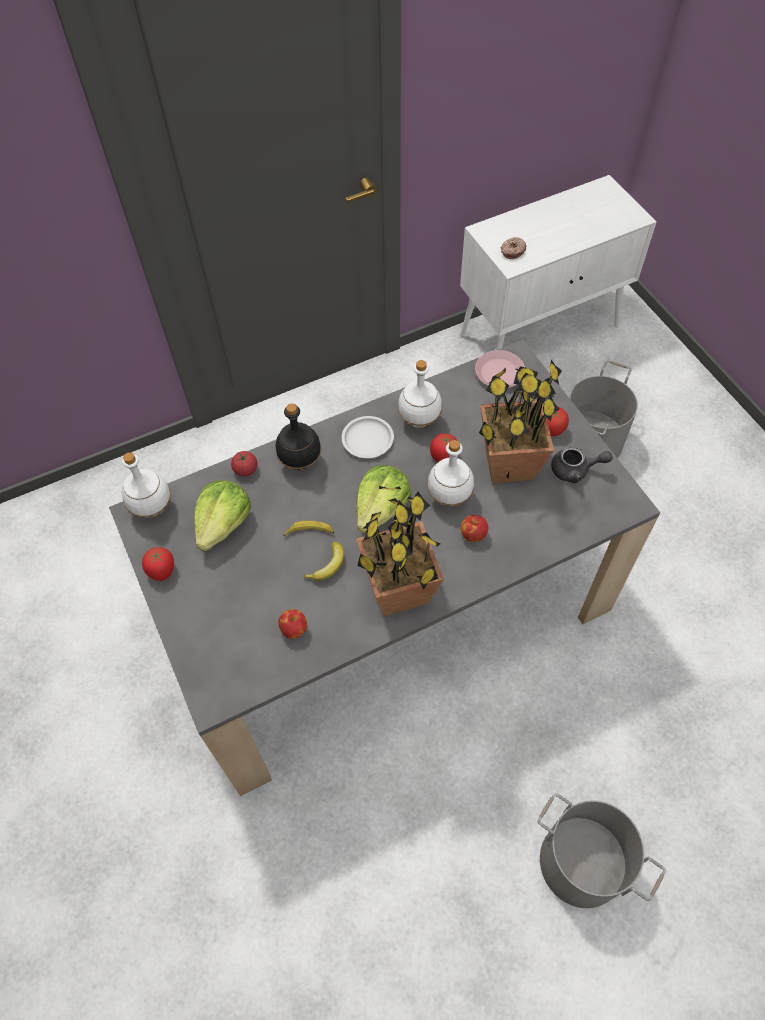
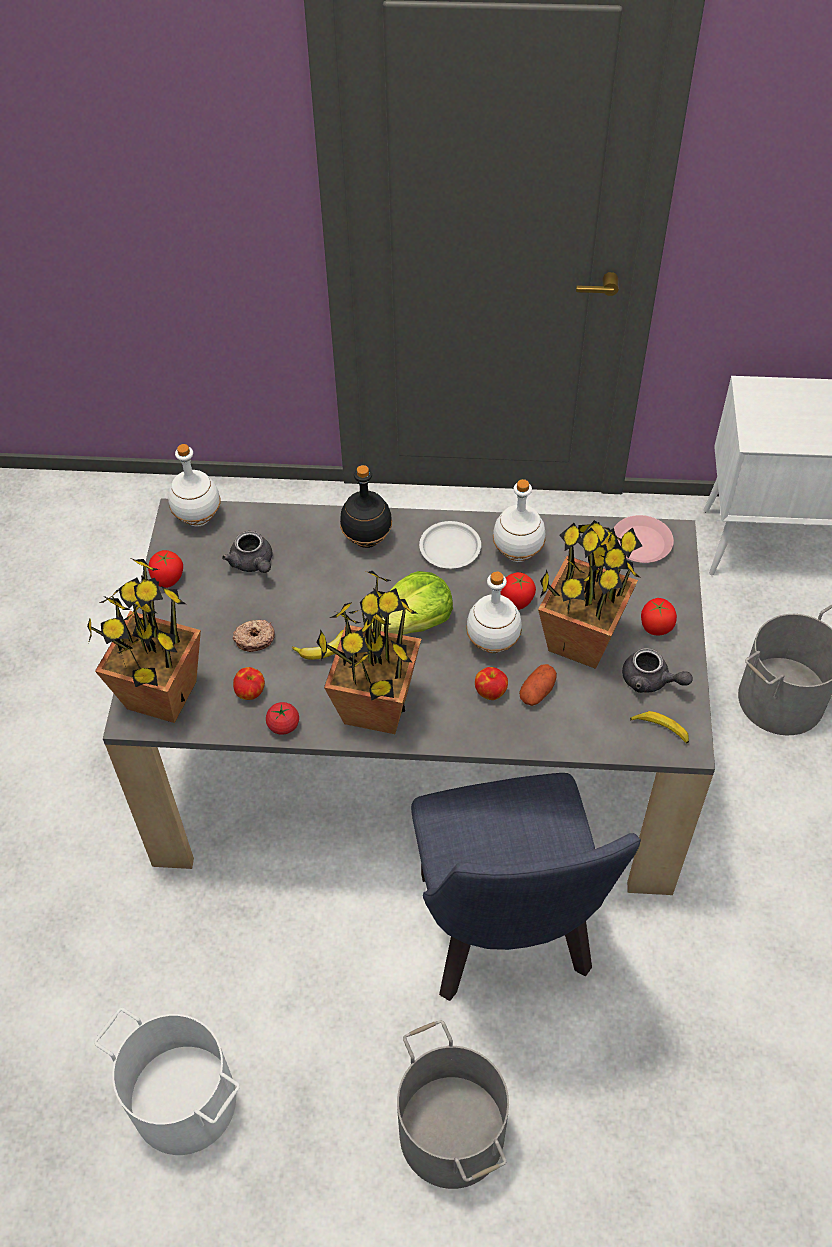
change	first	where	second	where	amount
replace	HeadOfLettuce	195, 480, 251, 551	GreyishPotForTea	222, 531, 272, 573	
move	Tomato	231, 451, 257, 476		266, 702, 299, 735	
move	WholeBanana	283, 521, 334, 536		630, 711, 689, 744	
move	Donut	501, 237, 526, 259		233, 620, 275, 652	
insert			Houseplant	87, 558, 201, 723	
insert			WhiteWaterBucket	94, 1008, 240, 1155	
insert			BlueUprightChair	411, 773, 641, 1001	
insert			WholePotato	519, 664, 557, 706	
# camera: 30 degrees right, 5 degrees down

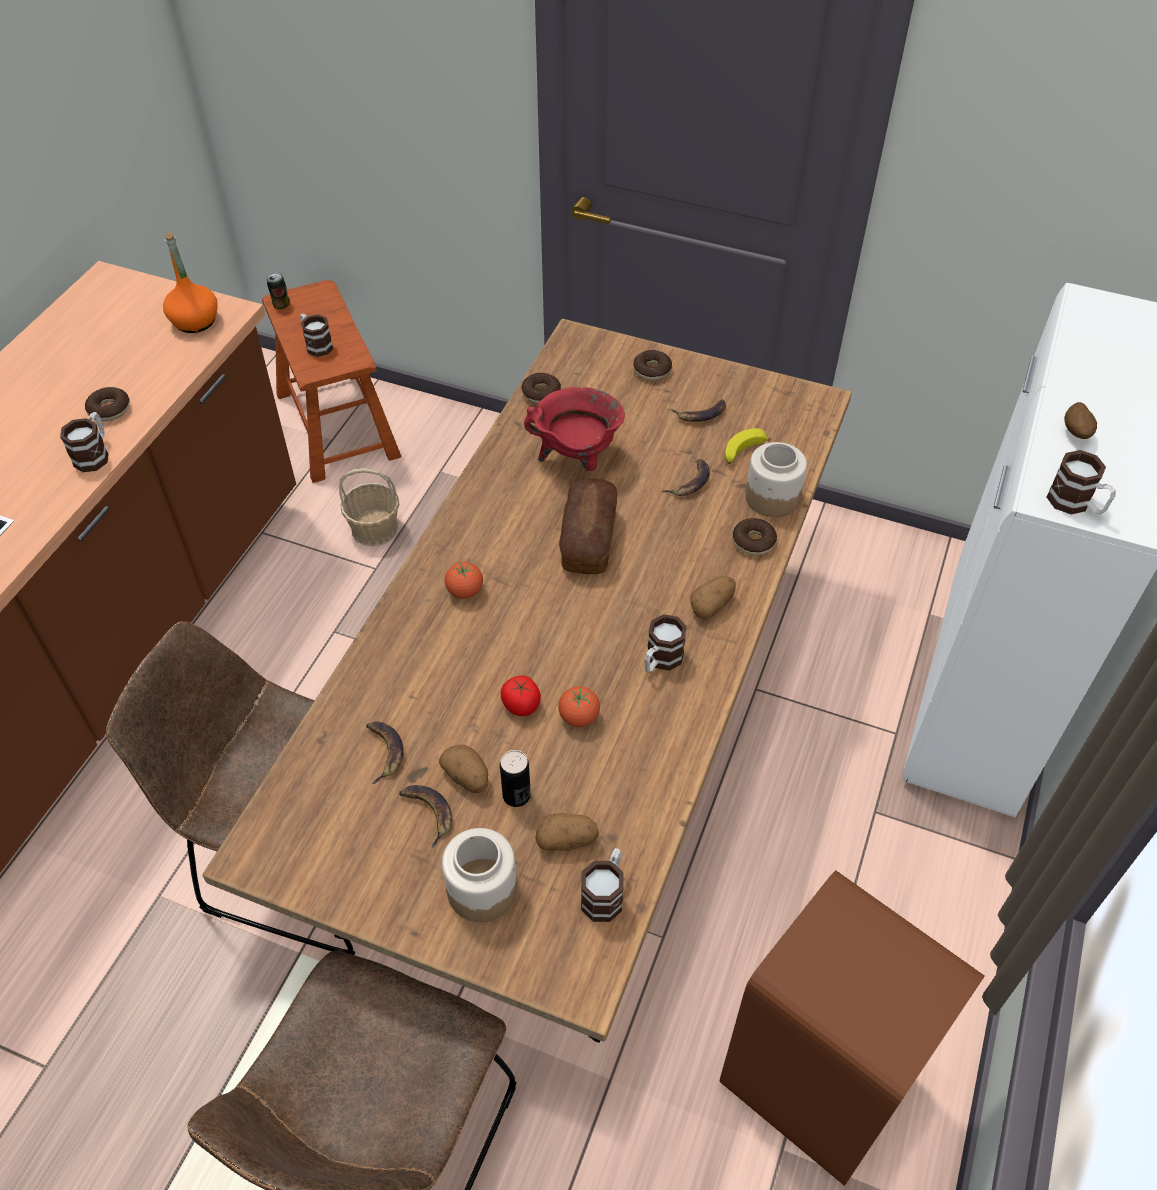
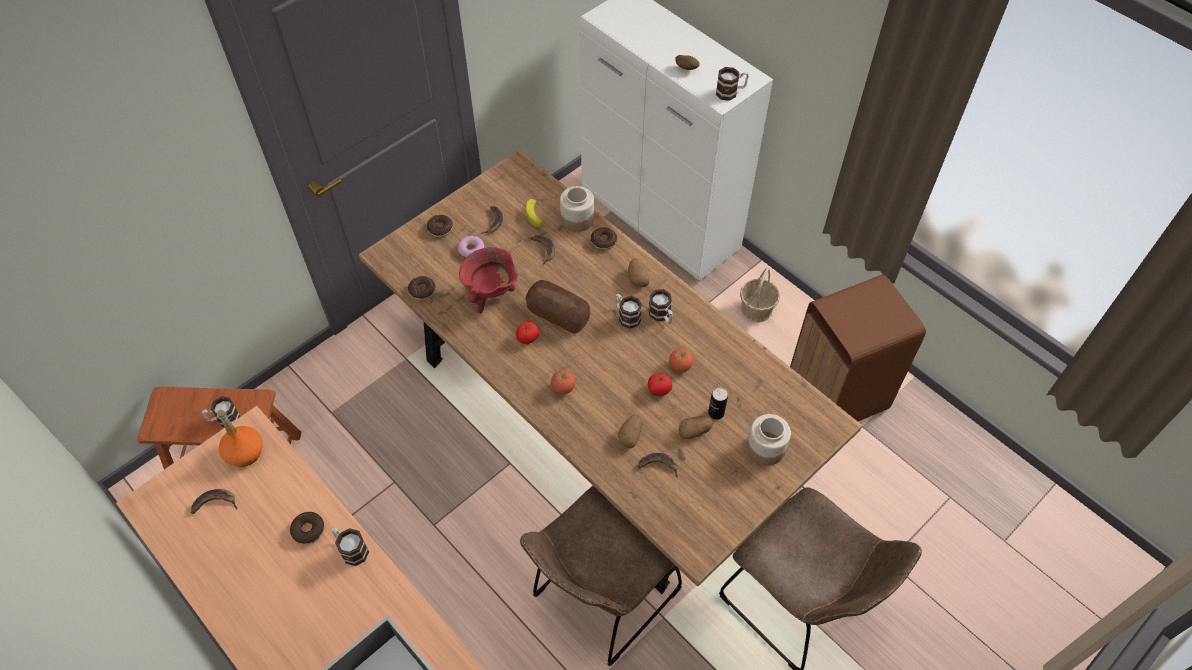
change	first	where	second	where	amount
delete	Can	267, 272, 290, 309			
move	HouseholdBasket	339, 468, 399, 546		740, 268, 780, 322	
move	WholeBanana	399, 785, 452, 848		191, 489, 238, 514	
move	WholePotato	536, 813, 599, 851		618, 415, 642, 448	
move	CoffeeMug	581, 848, 624, 922		615, 294, 642, 329	
insert			Donut	458, 236, 484, 258	
insert			Tomato	516, 321, 539, 344	
# camera: 65 degrees left, 5 degrees up

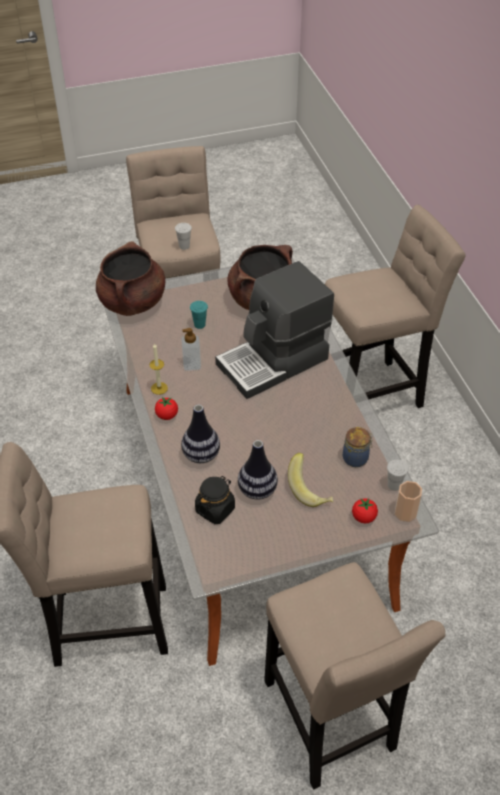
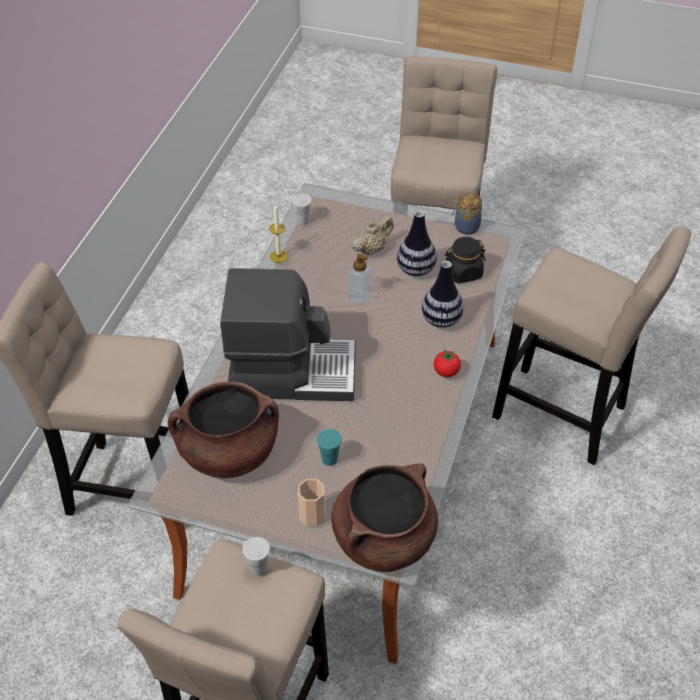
change	first	where	second	where	amount
move	WaxLight	150, 343, 168, 395		269, 204, 288, 263	
move	SoapDispenser	181, 328, 201, 371		347, 254, 372, 305	
replace	WholeBanana	288, 453, 333, 507	SandColouredPotForTea	352, 216, 394, 255	
move	PreserveJar	343, 427, 373, 467		452, 193, 482, 235	
delete	Tomato	352, 498, 378, 523			
move	DrinkingCup	395, 481, 422, 522		298, 479, 326, 527	
# camera: 145 degrees left, 0 degrees up

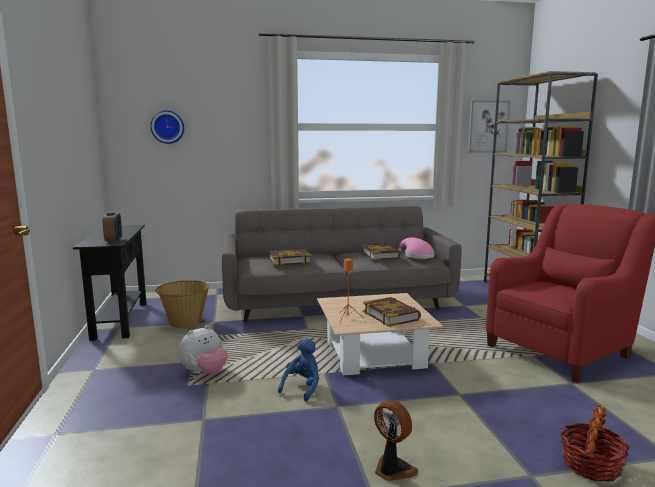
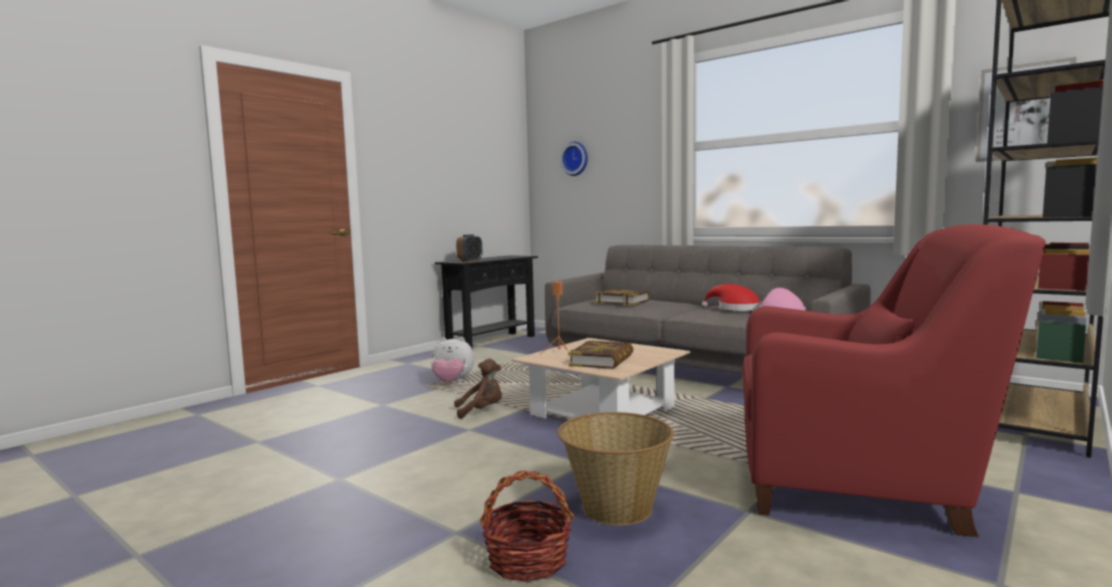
change	first	where	second	where	amount
move	HouseholdBasket	155, 280, 209, 328		557, 412, 674, 526	
recolor	BlueCuddlyToy	278, 338, 319, 401	BrownColouredCuddlyToy	454, 359, 502, 419	
replace	Volume	362, 244, 401, 260	ReddishClothingHat	702, 284, 761, 311	
delete	CoolingFan	374, 399, 418, 481			
# camera: 50 degrees right, 5 degrees down

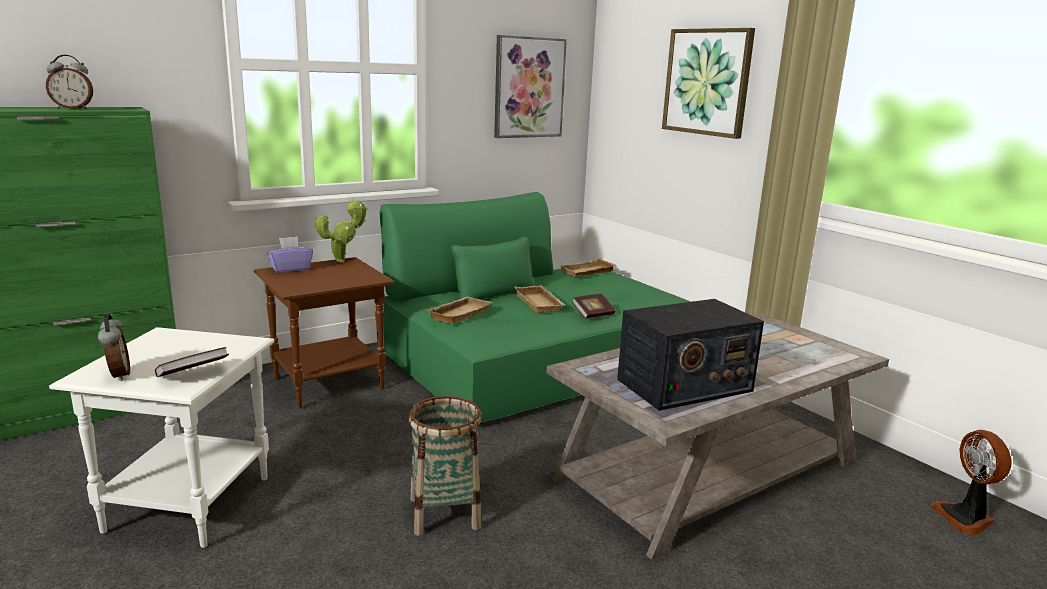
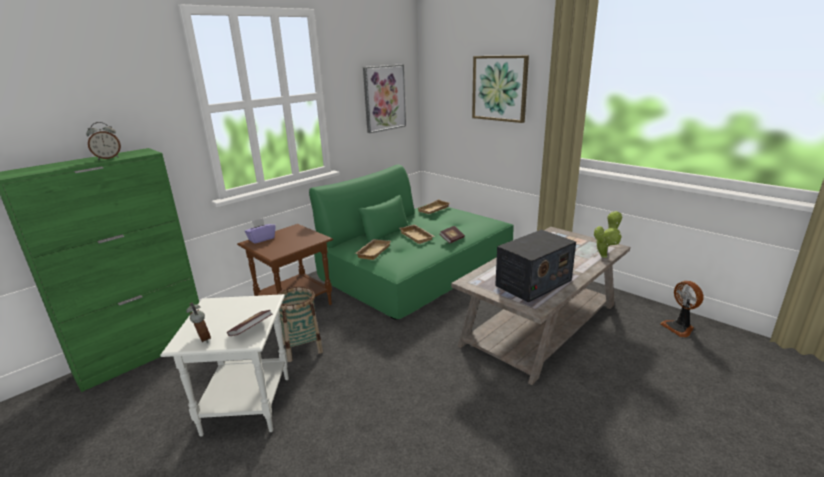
change	first	where	second	where	amount
move	Houseplant	315, 199, 367, 262		594, 211, 623, 258	
move	HouseholdBasket	408, 396, 482, 536		277, 286, 323, 362	
# camera: 10 degrees left, 5 degrees up

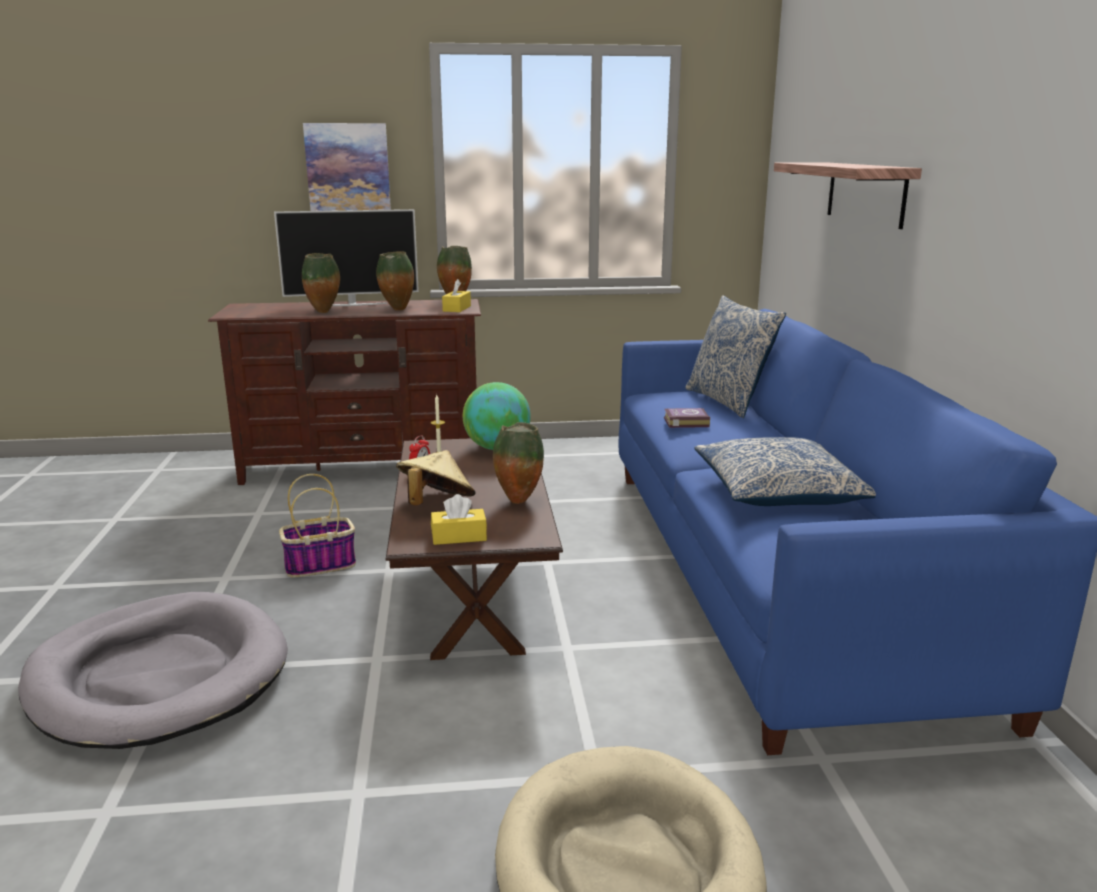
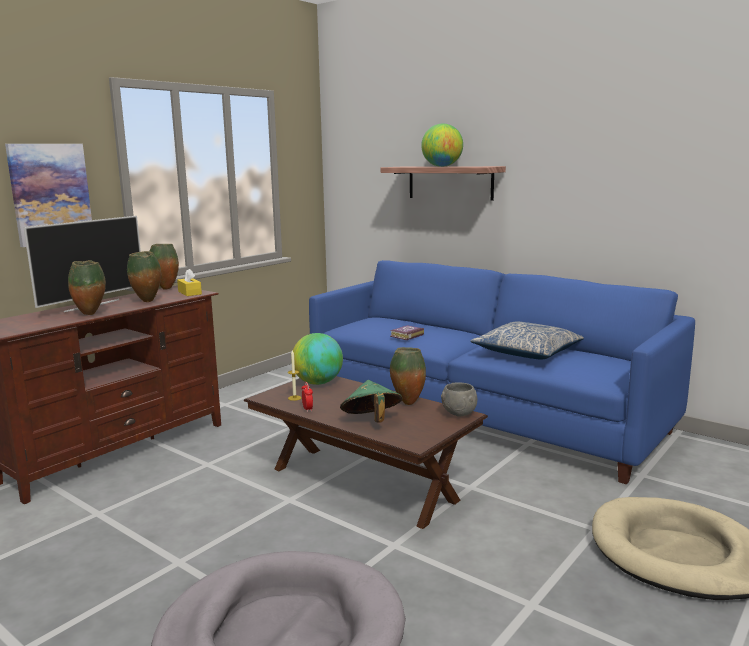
change	first	where	second	where	amount
delete	HouseholdBasket	279, 474, 356, 578			
recolor	SandColouredClothingHat	396, 450, 476, 506	GreenClothingHat	340, 380, 402, 423	
delete	YellowishBoxOfTissues	431, 494, 487, 545			
delete	ThrowPillow	685, 295, 786, 418			
insert			WorldGlobe	421, 124, 463, 167	
insert			GreyishBowl	441, 383, 477, 416	
# camera: 45 degrees left, 5 degrees down

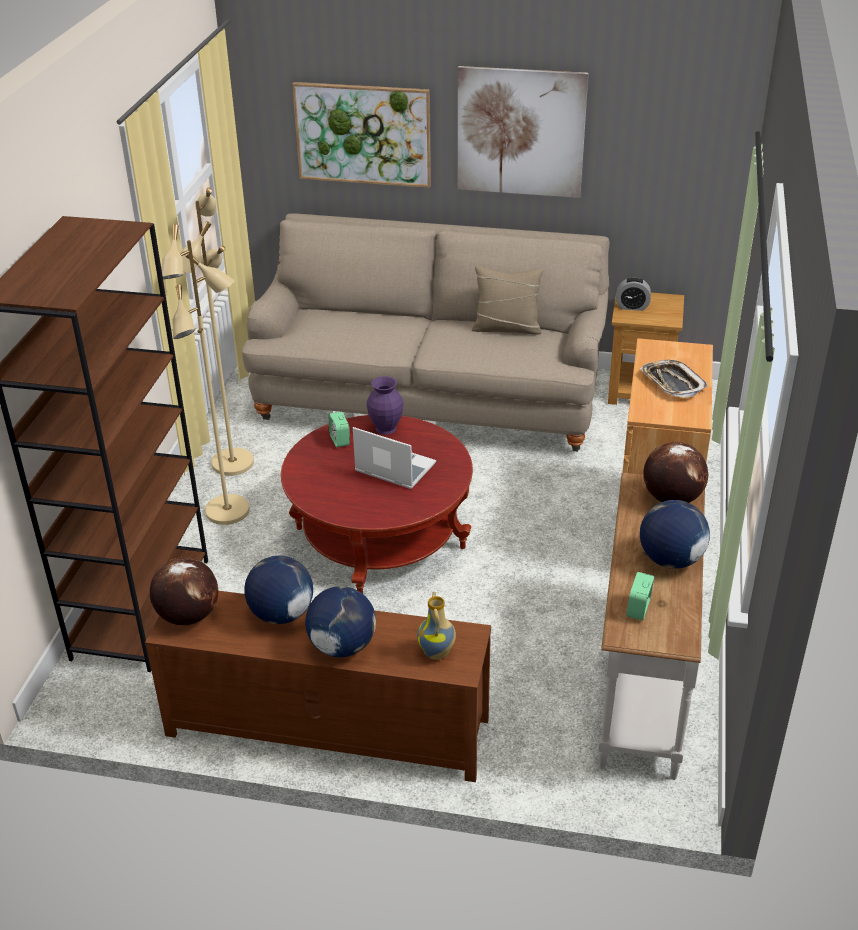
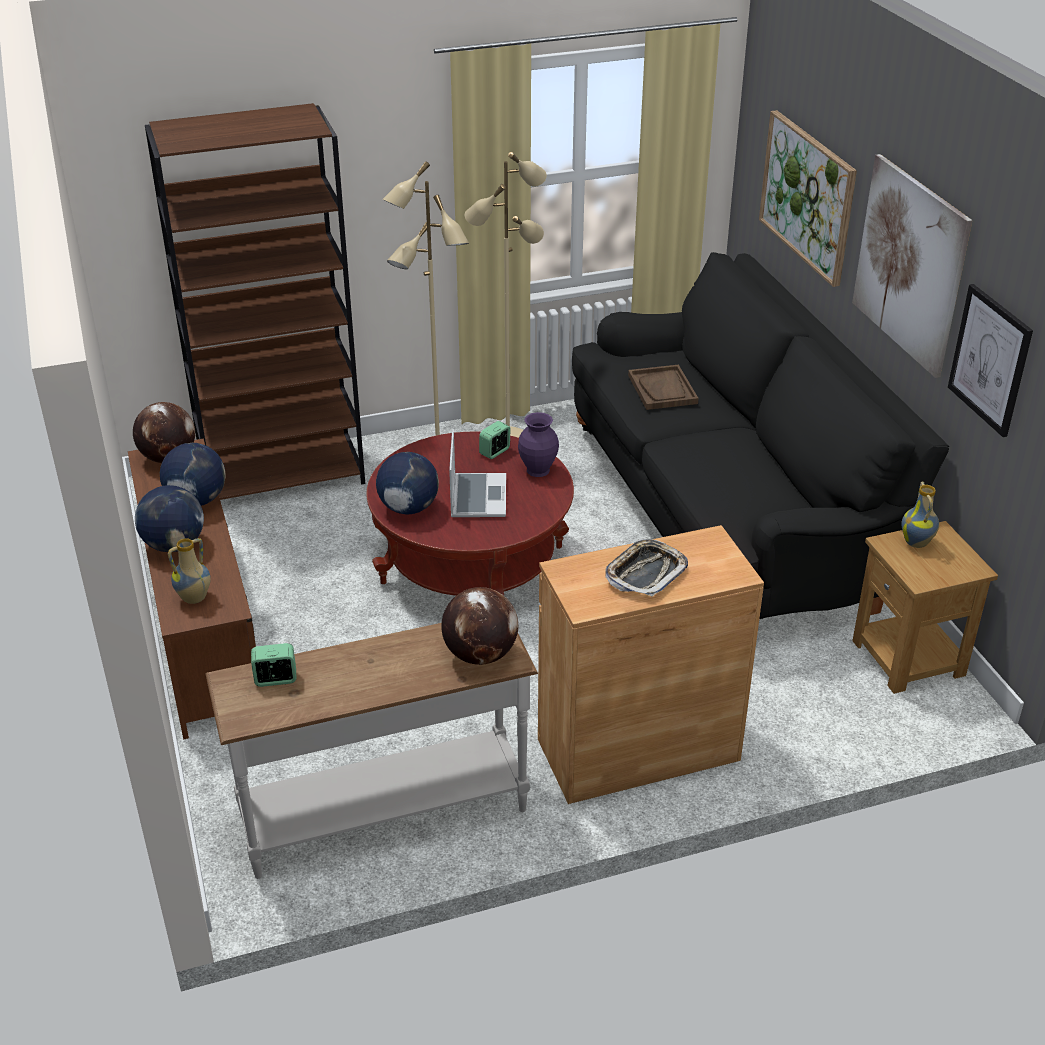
change	first	where	second	where	amount
recolor	SandColouredSettee	242, 214, 610, 452	BlackSettee	572, 252, 949, 619	
delete	SandColouredThrowPillow	472, 266, 544, 335			
replace	AlarmClock	616, 277, 651, 311	FlowerVase	902, 481, 939, 548	
move	WorldGlobe	640, 500, 710, 569		376, 452, 439, 514	
insert			BrownColouredTray	628, 365, 699, 410	
insert			Picture	948, 284, 1033, 437	
# camera: 60 degrees right, 0 degrees up

